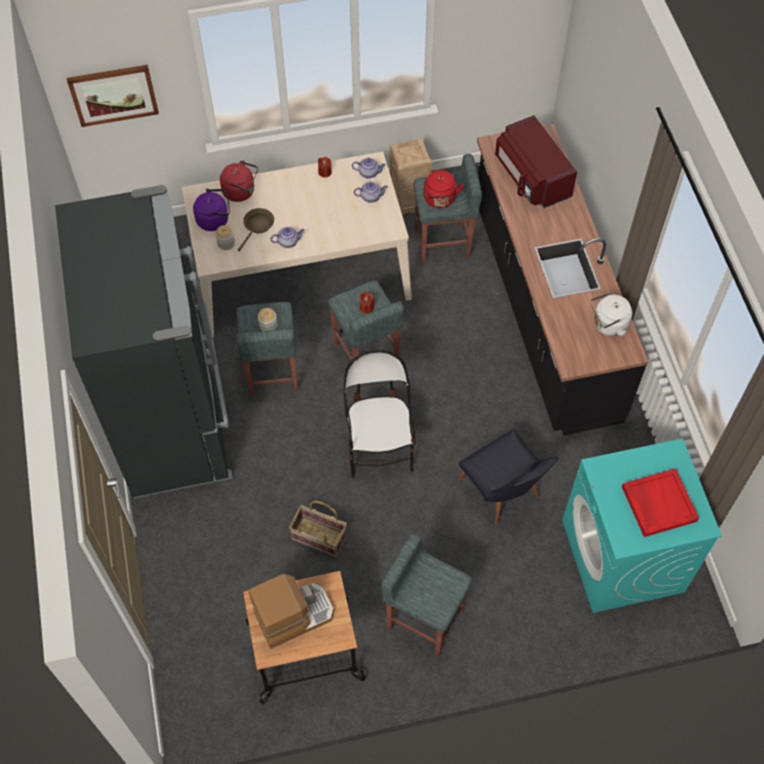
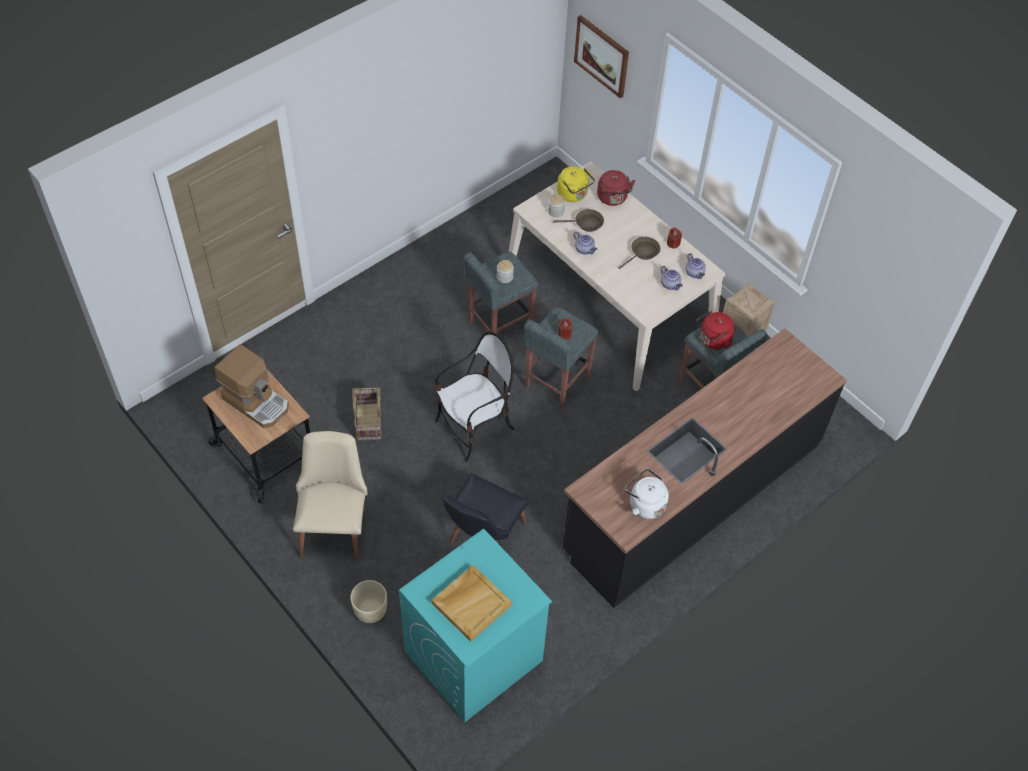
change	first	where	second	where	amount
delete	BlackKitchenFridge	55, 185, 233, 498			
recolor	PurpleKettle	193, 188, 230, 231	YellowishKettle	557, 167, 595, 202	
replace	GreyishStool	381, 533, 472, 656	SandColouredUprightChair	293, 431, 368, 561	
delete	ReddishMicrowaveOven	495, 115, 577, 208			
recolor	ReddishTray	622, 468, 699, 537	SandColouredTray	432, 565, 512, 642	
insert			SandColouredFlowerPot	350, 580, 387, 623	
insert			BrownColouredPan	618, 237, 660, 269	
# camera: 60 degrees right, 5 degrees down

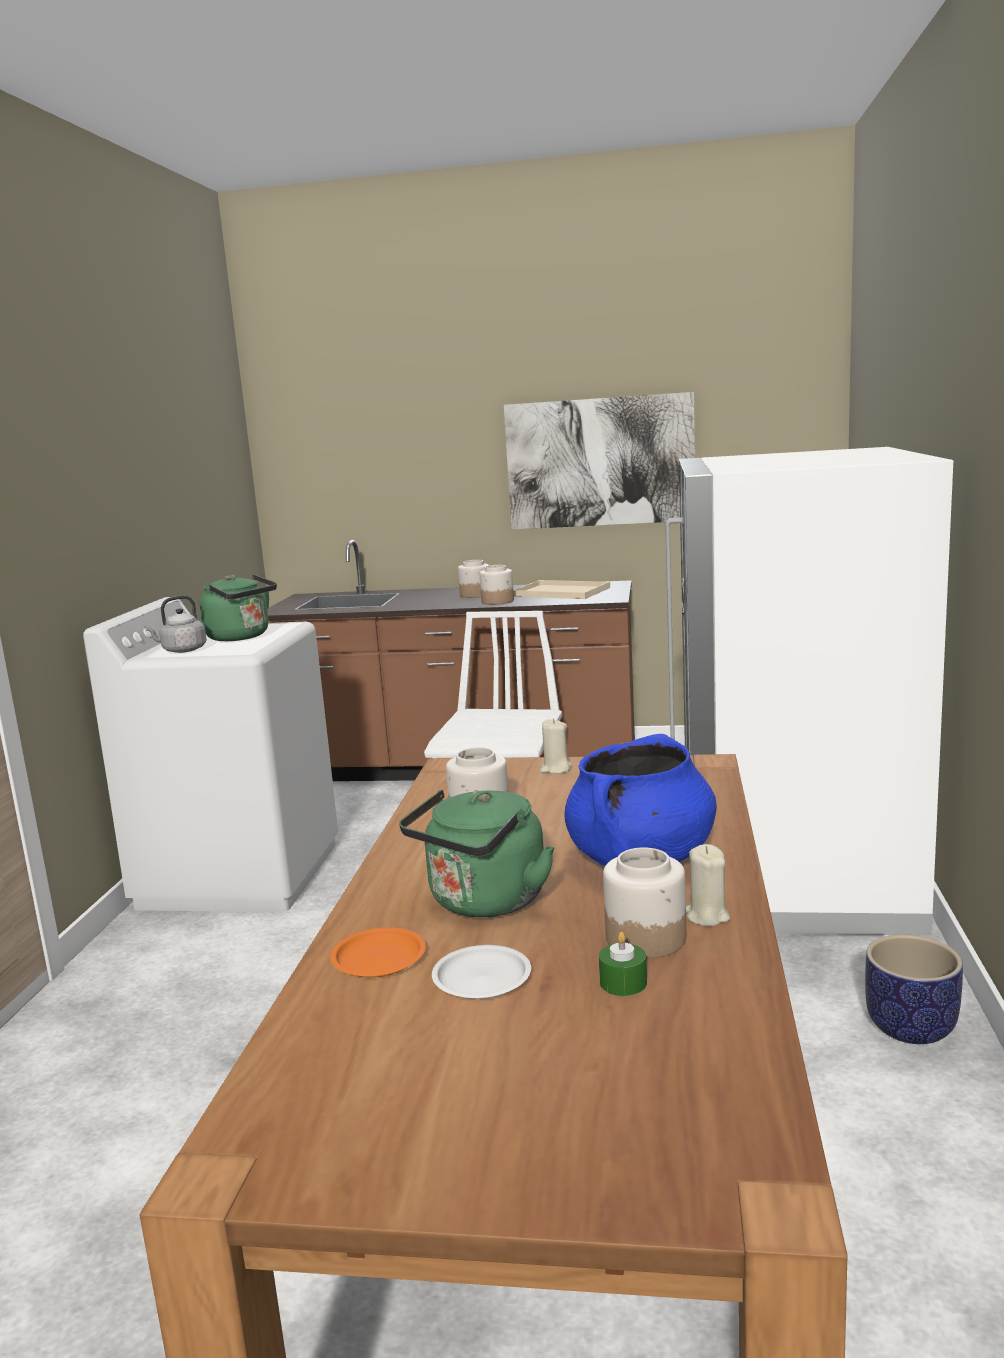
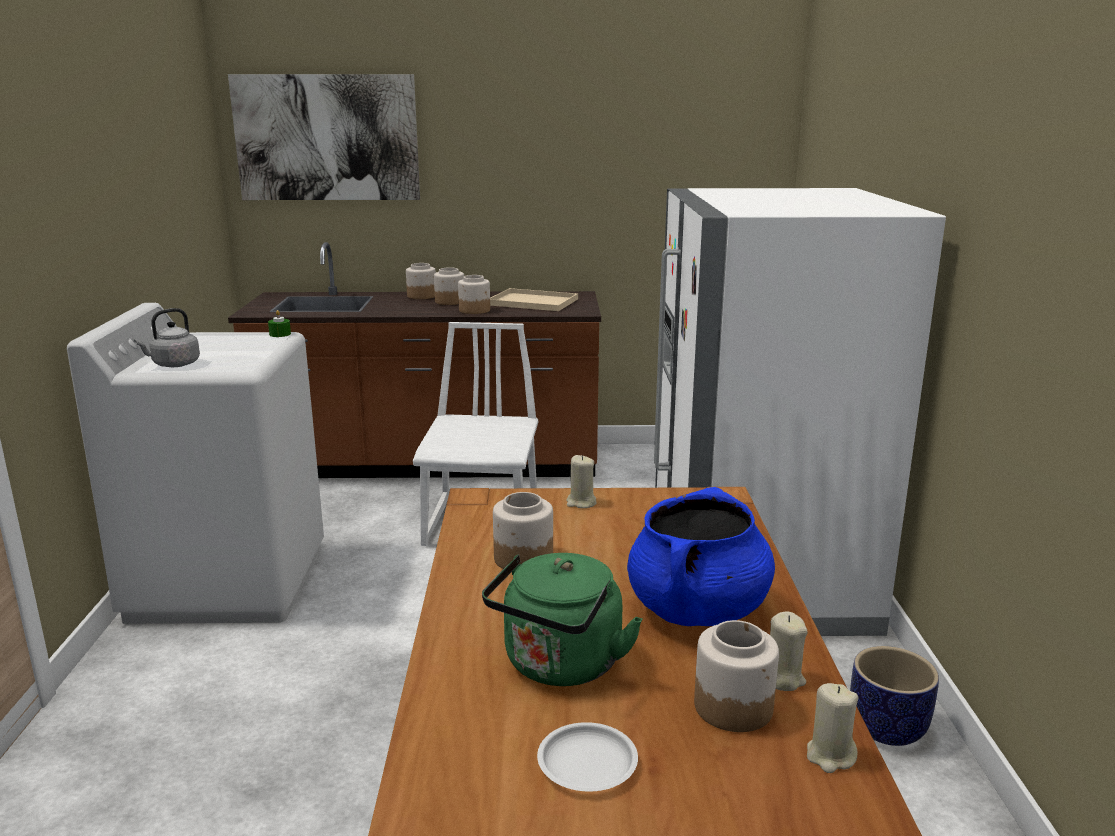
change	first	where	second	where	amount
delete	GreenKettle	199, 574, 277, 641			
delete	OrangeyFlatDish	330, 927, 426, 977			
move	Picture	504, 392, 695, 530		228, 74, 420, 200	
move	GreenWaxLight	599, 932, 647, 996		268, 310, 291, 337	
insert			PreserveJar	406, 263, 436, 299	
insert			SandColouredWaxLight	807, 683, 858, 773	
# camera: 10 degrees left, 5 degrees up

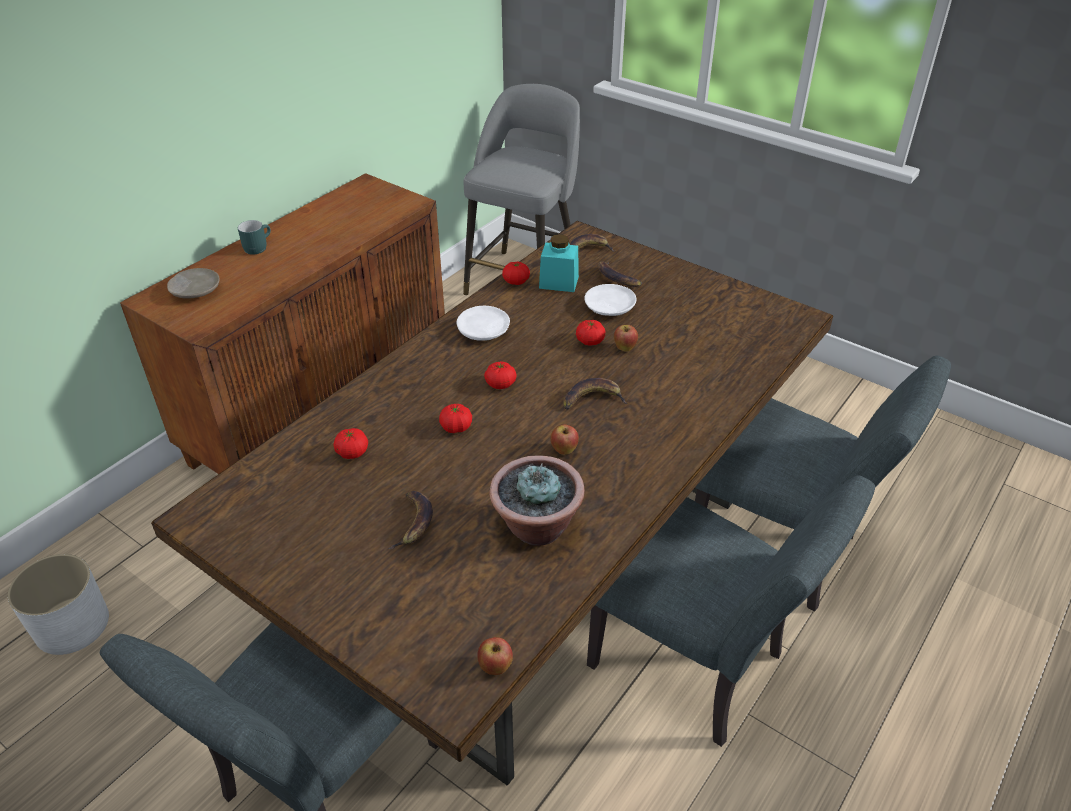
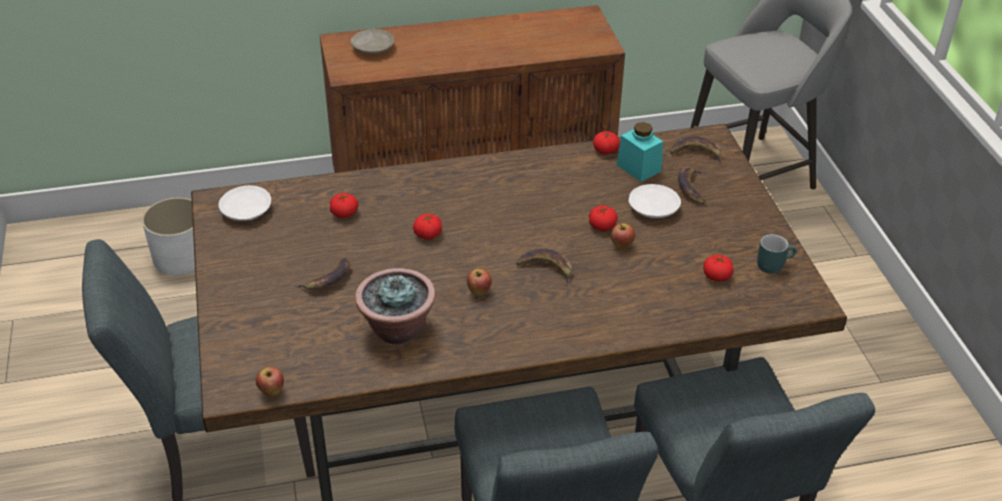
change	first	where	second	where	amount
move	TurquoiseColouredCoffeeMug	238, 220, 271, 255		757, 234, 796, 274	
move	WhiteFlatDish	456, 306, 510, 341		218, 185, 271, 221	
move	Tomato	484, 361, 517, 389		703, 255, 734, 281	
# camera: 40 degrees right, 0 degrees up

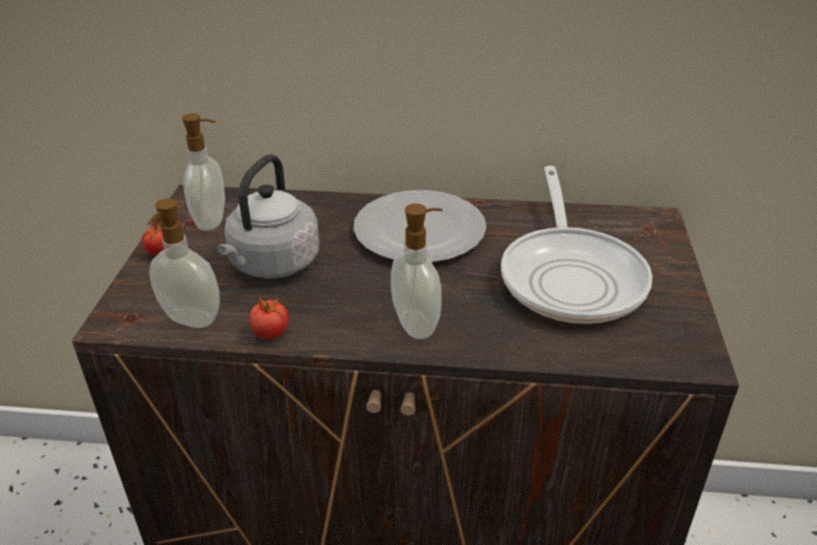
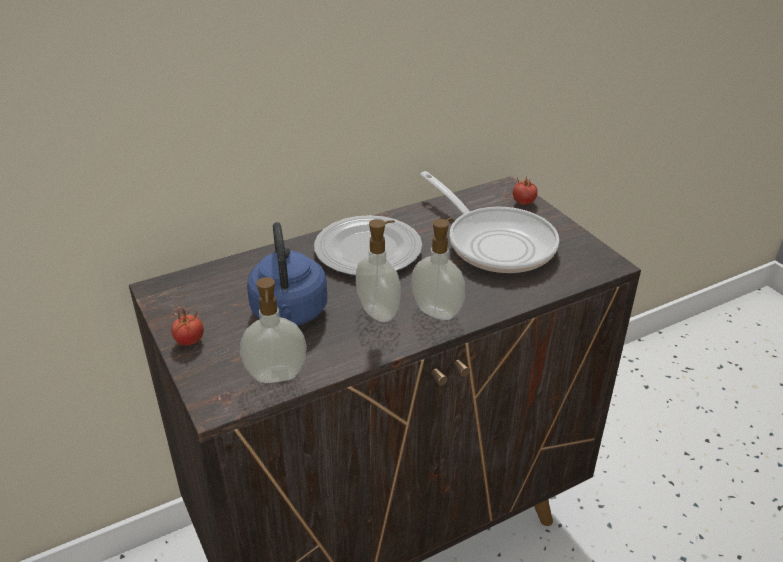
change	first	where	second	where	amount
move	SoapDispenser	182, 113, 225, 231		356, 219, 401, 322	
recolor	GreyishKettle	217, 154, 319, 279	BlueKettle	247, 222, 327, 325	
move	Tomato	249, 291, 289, 339		513, 176, 537, 205	
# camera: 35 degrees left, 0 degrees up

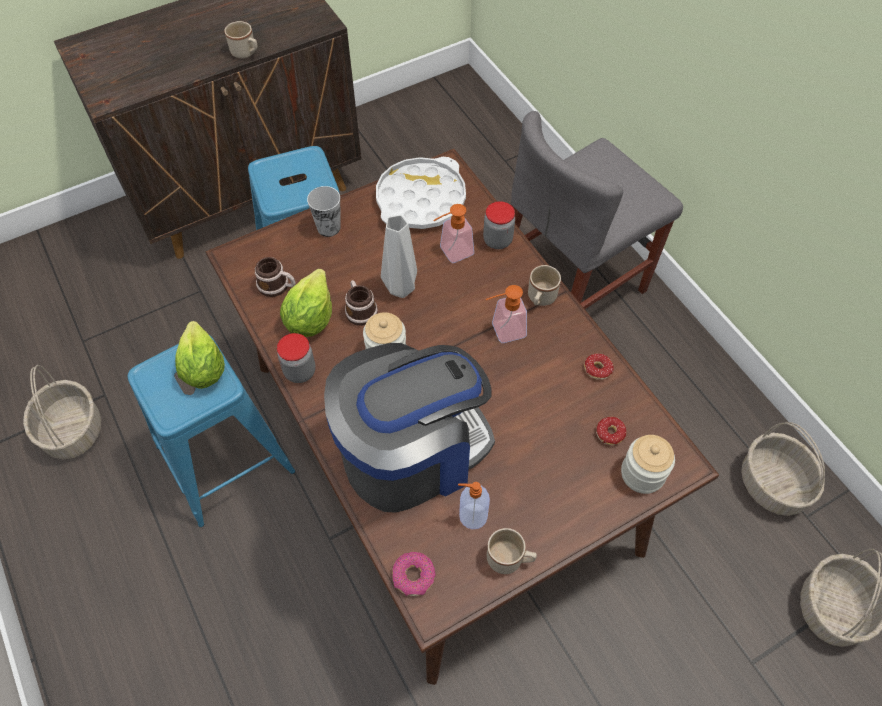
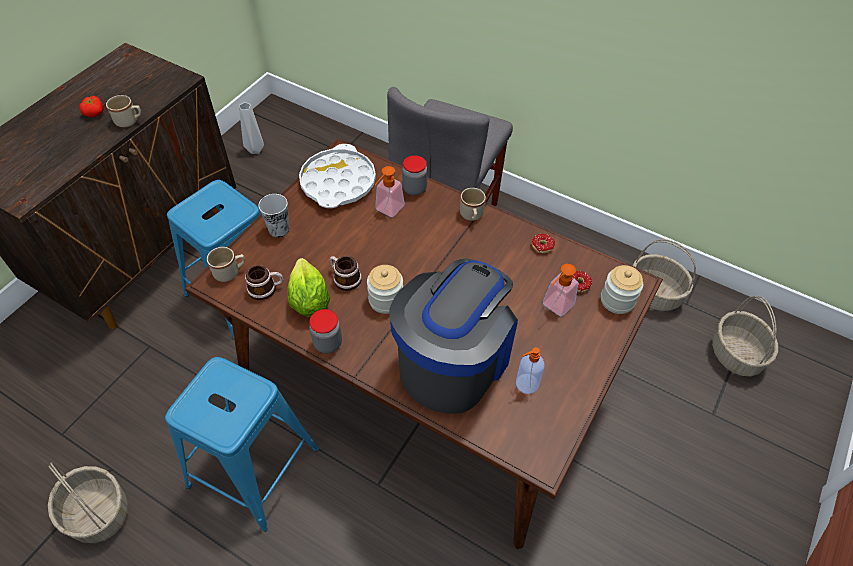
change	first	where	second	where	amount
delete	HeadOfLettuce	175, 321, 225, 389			
move	GreyishFlowerVase	381, 215, 417, 298		239, 102, 264, 154	
delete	Donut	392, 552, 436, 596			
move	SoapDispenser	486, 285, 527, 343		543, 264, 578, 316	
move	SandColouredCoffeeMug	487, 528, 537, 574		207, 247, 245, 282	
insert			Tomato	79, 96, 104, 117	
# camera: 30 degrees left, 5 degrees down

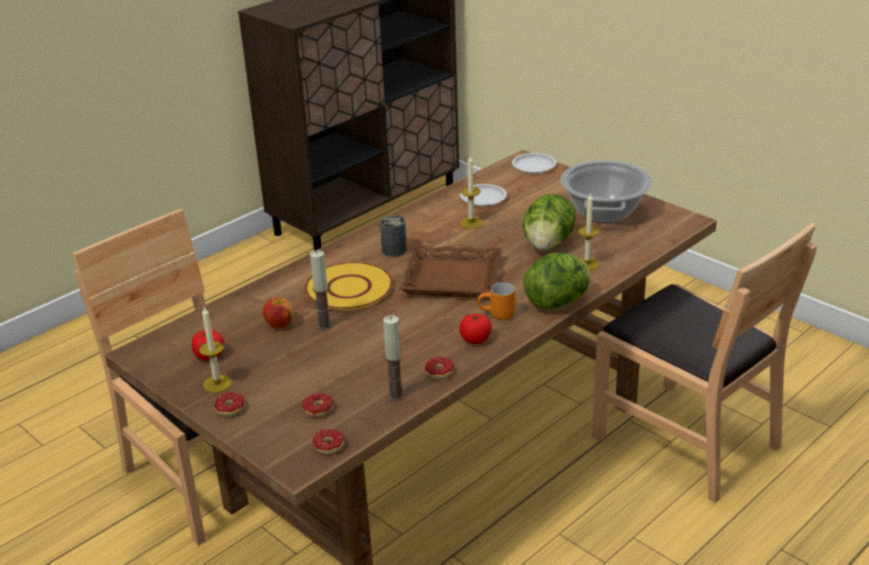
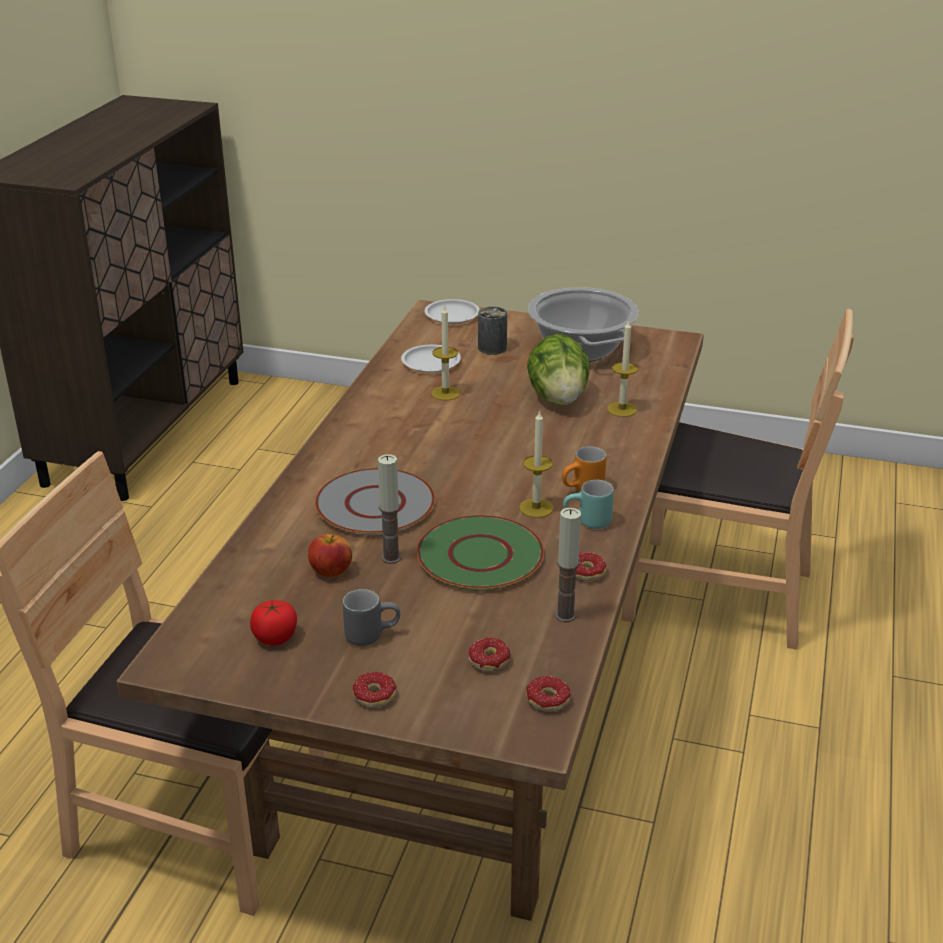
change	first	where	second	where	amount
move	WaxLight	199, 307, 232, 393		519, 410, 554, 518	
recolor	YellowishFlatDish	305, 262, 393, 310	GreyishFlatDish	315, 468, 435, 535	
move	Can	380, 215, 407, 257		478, 307, 507, 355	
delete	BrownColouredTray	399, 245, 502, 298			
replace	Tomato	459, 314, 492, 344	TurquoiseColouredCoffeeMug	563, 480, 614, 529	
delete	HeadOfLettuce	523, 252, 590, 309			
insert			GreyishCoffeeMug	343, 589, 400, 646	
insert			GreenFlatDish	417, 515, 544, 590	
# camera: 30 degrees left, 0 degrees up

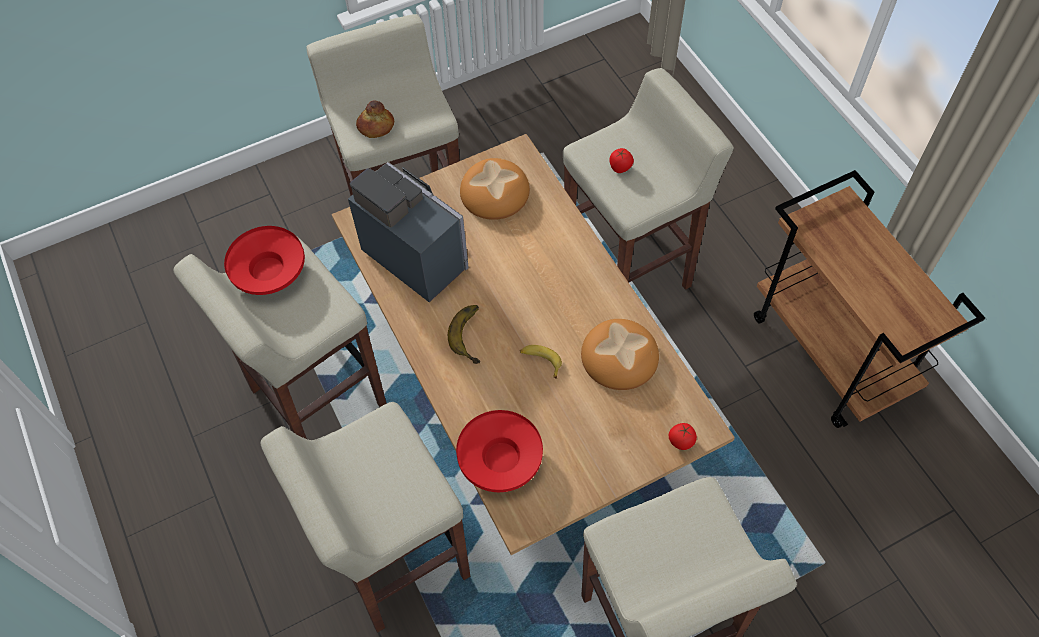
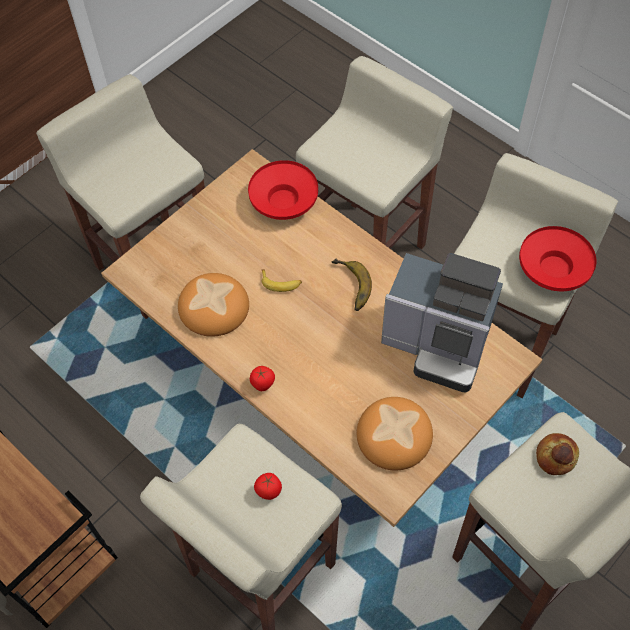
change	first	where	second	where	amount
move	Tomato	669, 423, 697, 450		250, 366, 275, 391	
# camera: 160 degrees right, 0 degrees up

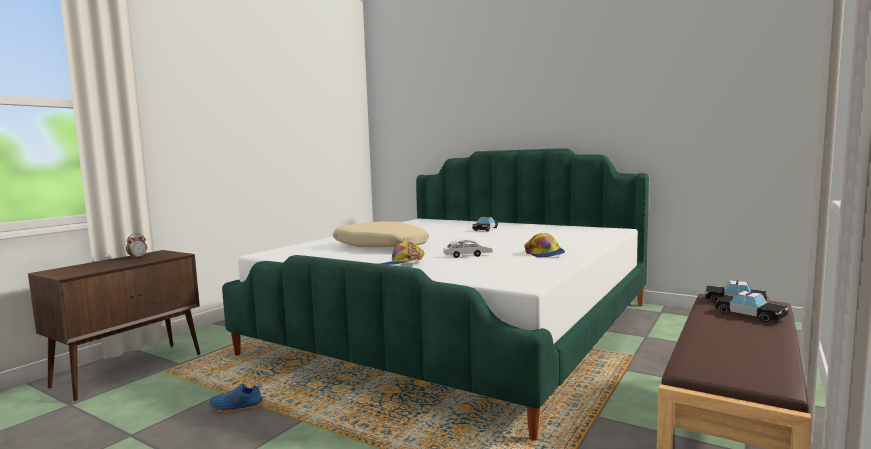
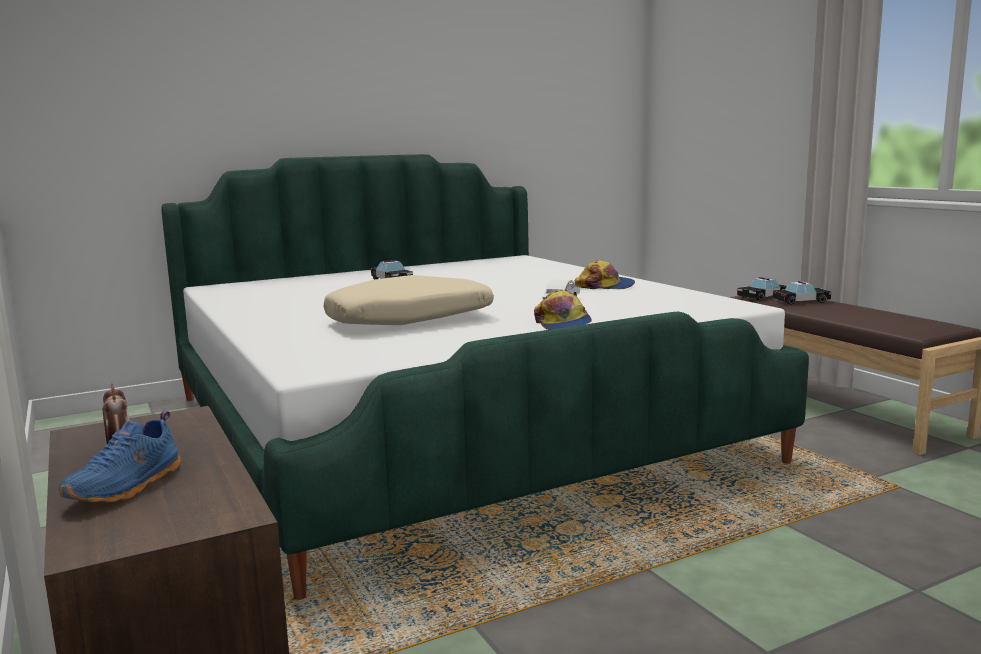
change	first	where	second	where	amount
move	BlueShoe	208, 383, 264, 413		59, 411, 181, 502	
# camera: 60 degrees left, 5 degrees up

